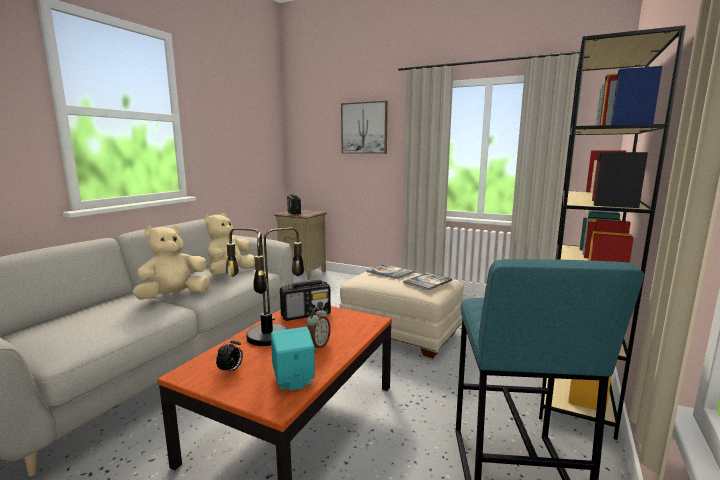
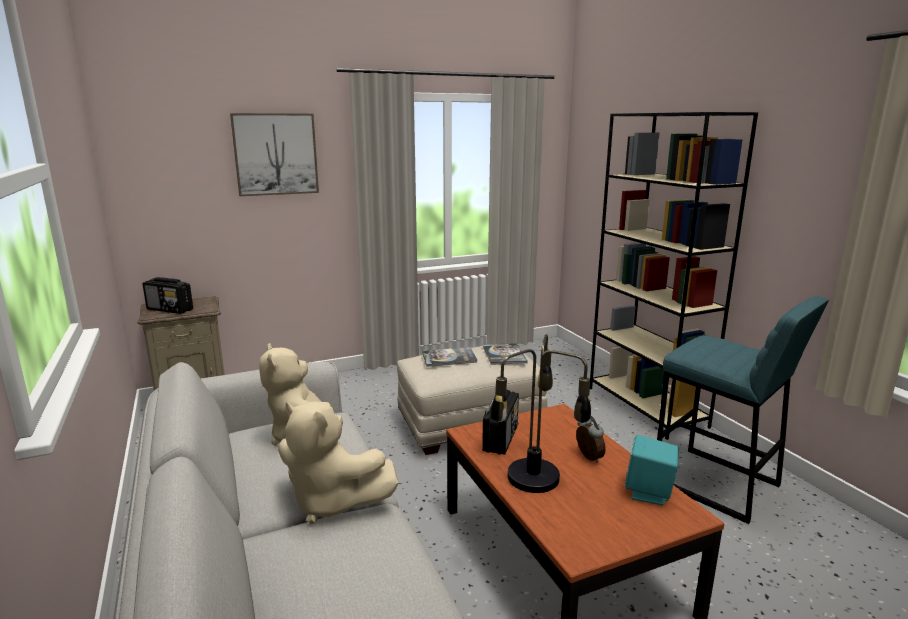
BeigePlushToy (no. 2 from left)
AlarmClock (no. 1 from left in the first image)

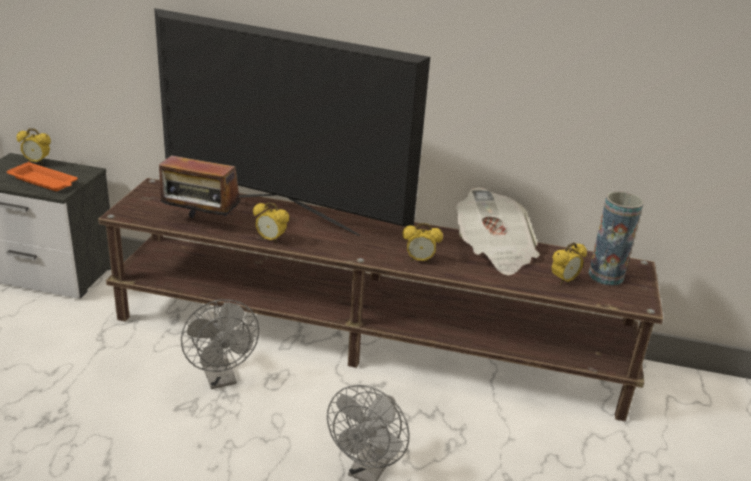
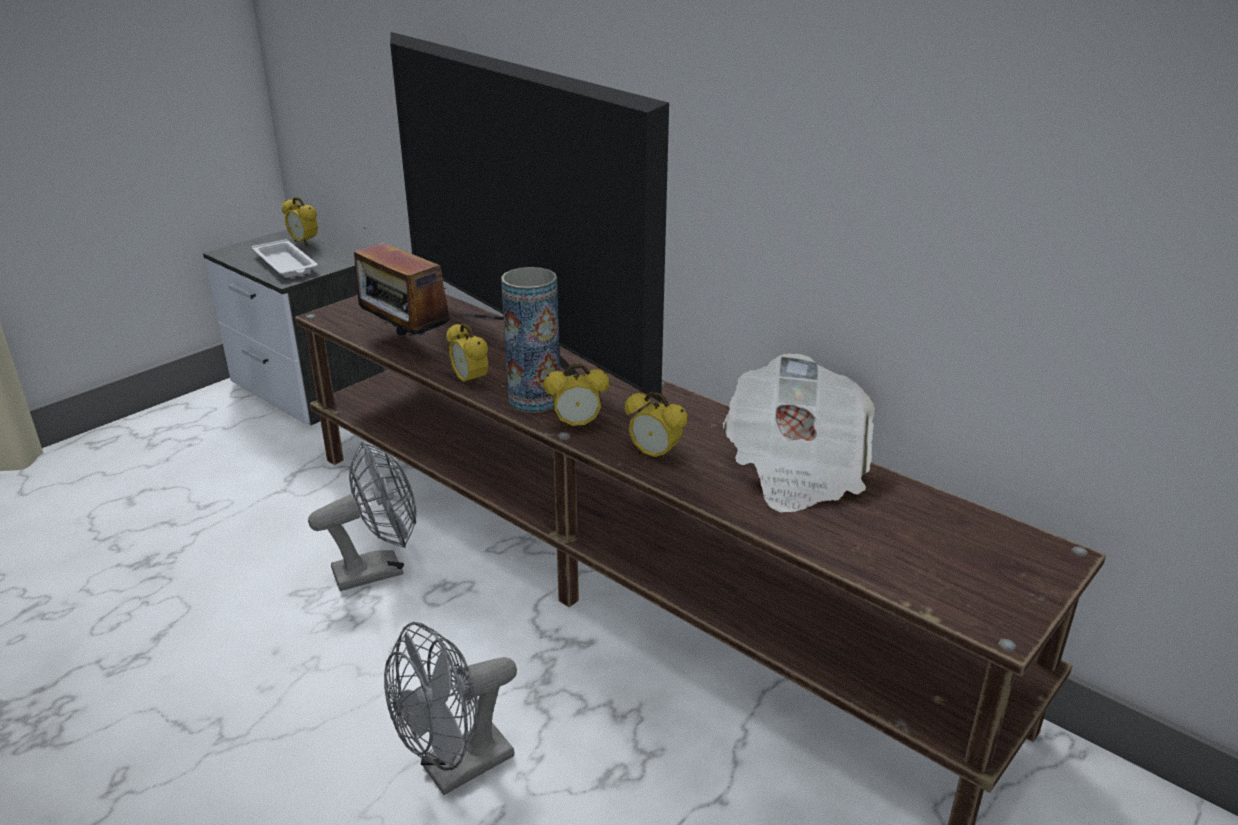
WhiteTray
GreyFan (no. 1 from left)
Vase
AlarmClock (no. 3 from left)

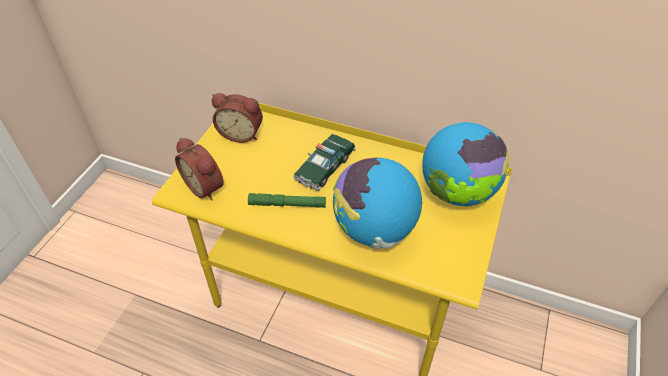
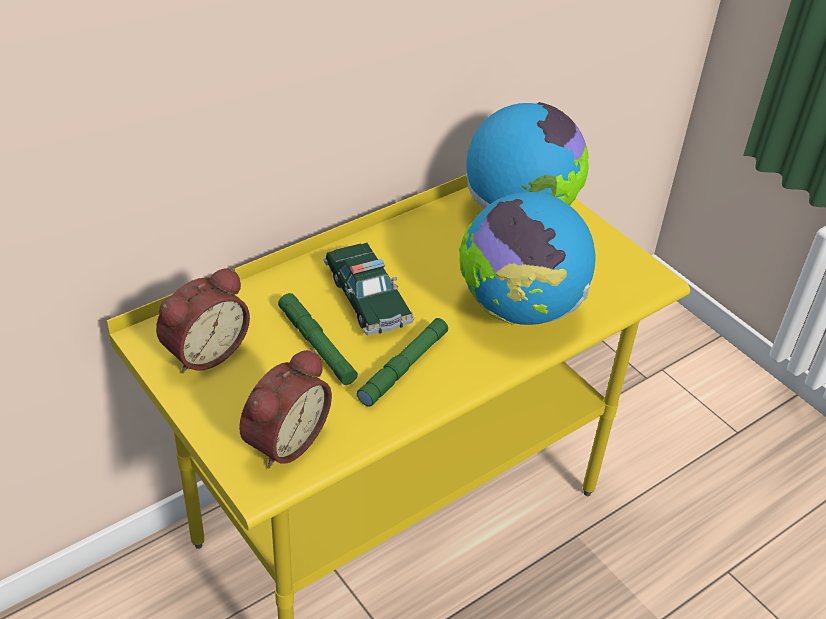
AlarmClock (no. 2 from left)
GreenFlashlight (no. 1 from left)

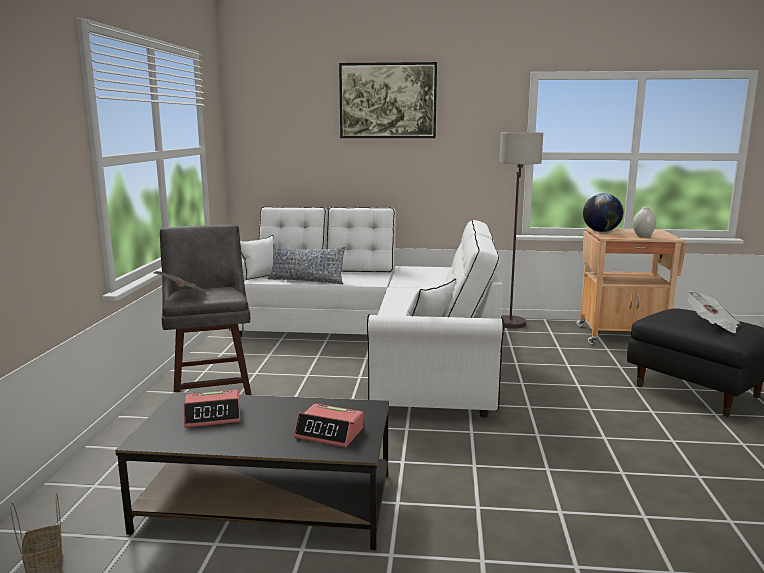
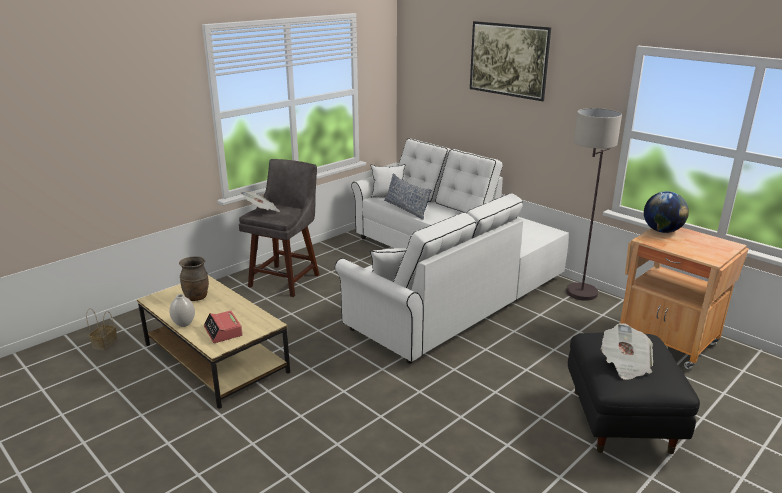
BeigeCoffeeTable
WhiteVase
BrownVase

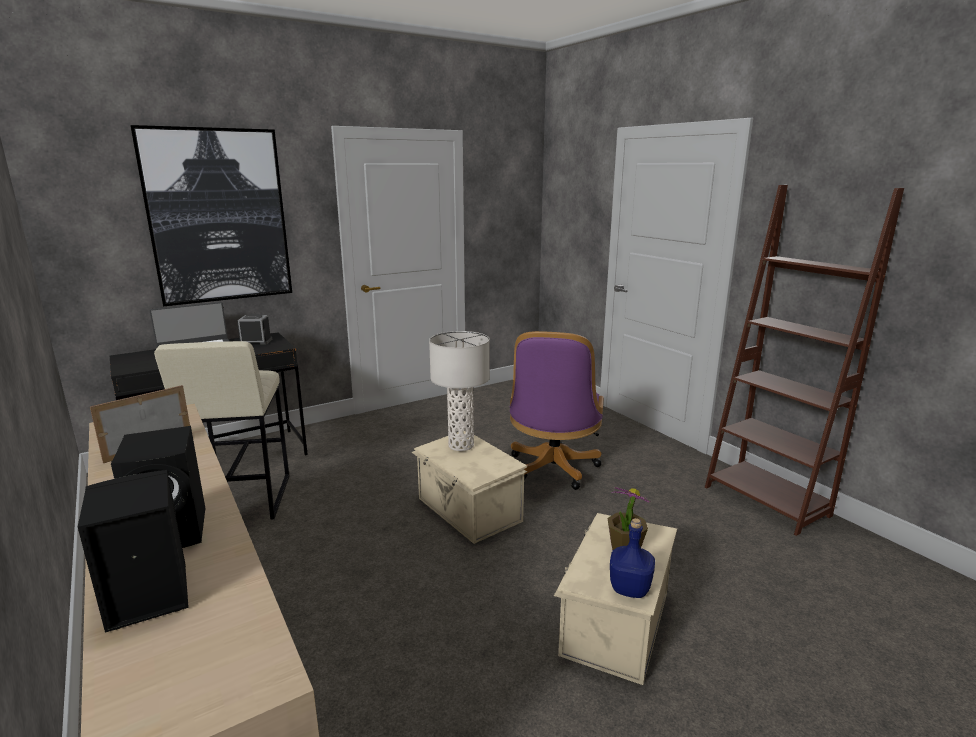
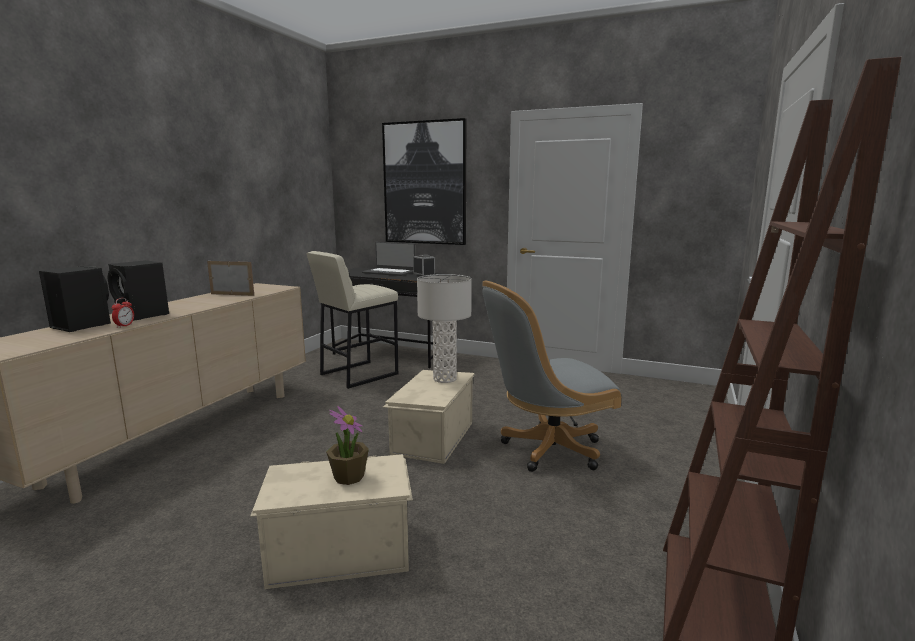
AlarmClock (no. 1 from left)
GreyOfficeChair
BlueBottle

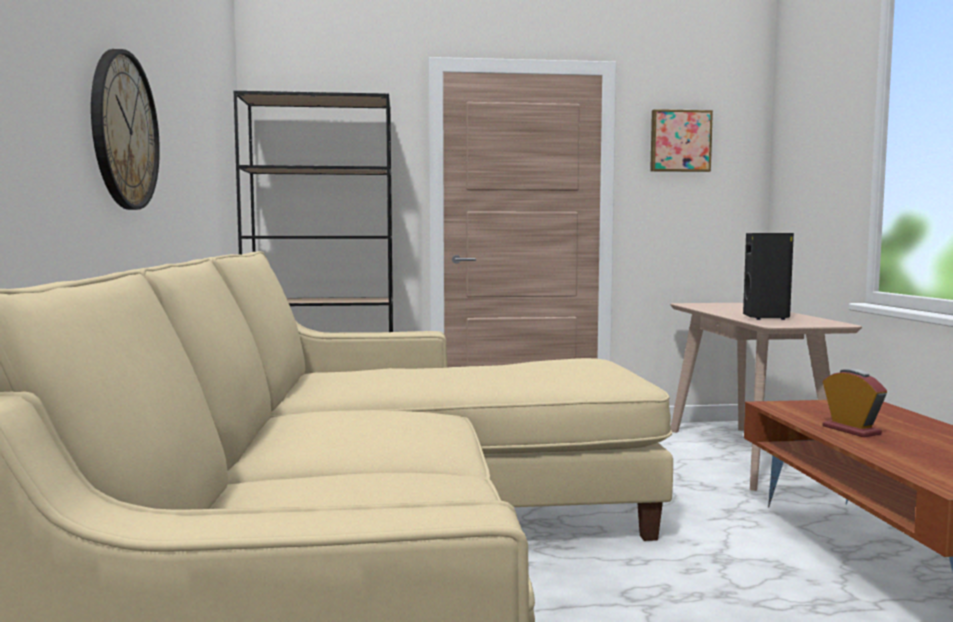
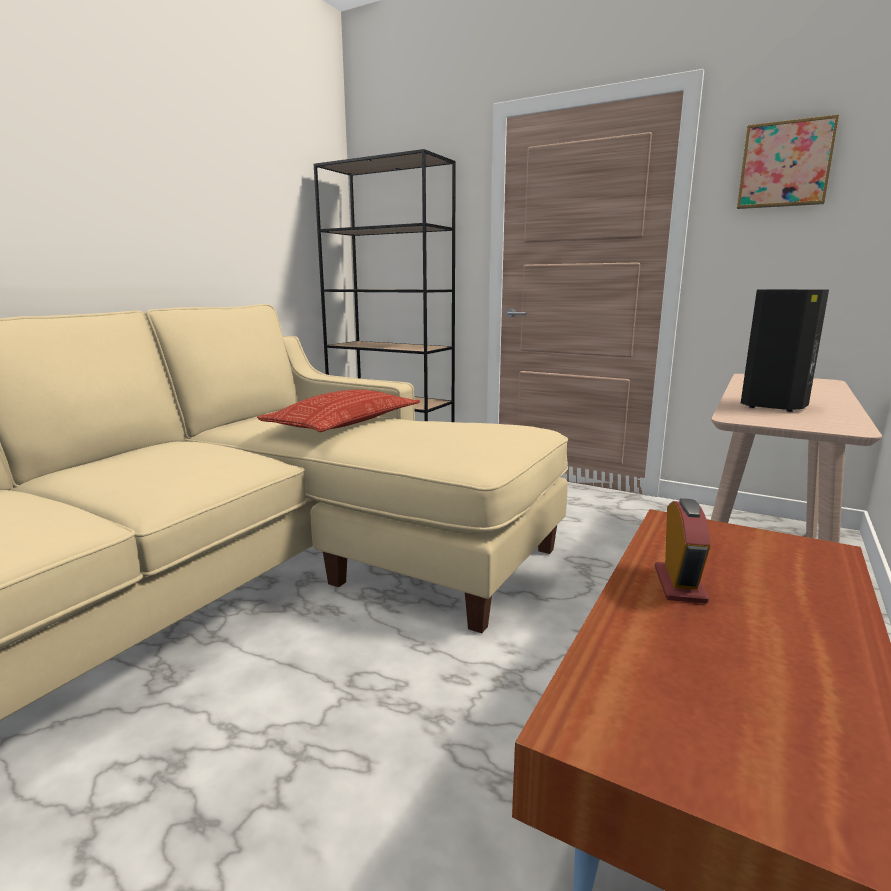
Pillow
WallClock

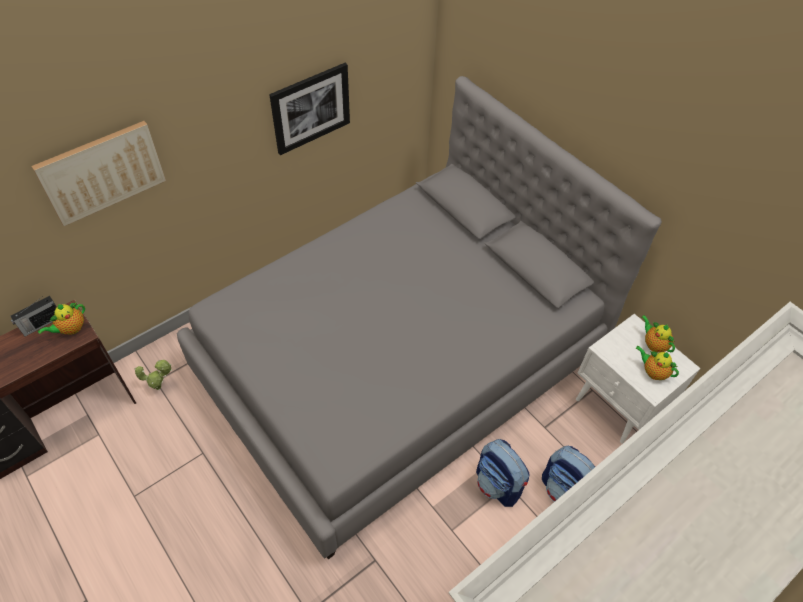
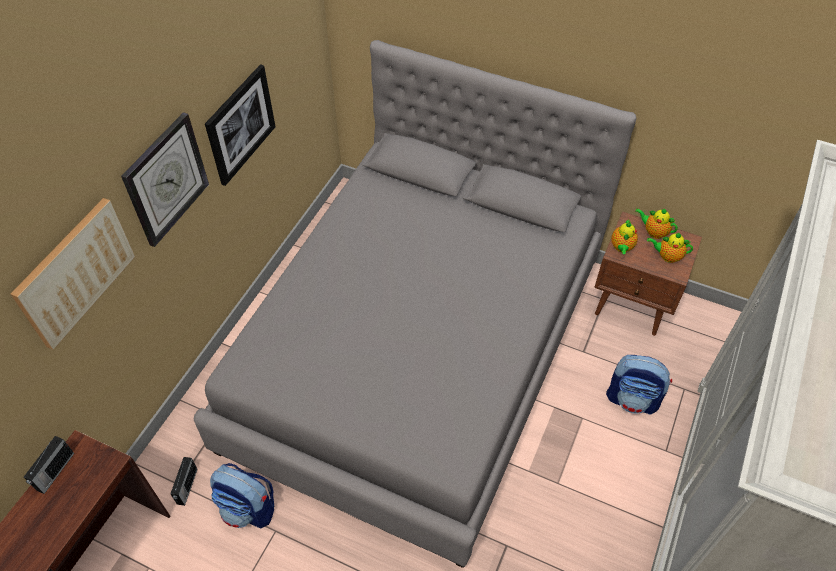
WallClock
Radio (no. 2 from left)
Backpack (no. 1 from left)
BrownNightstand
Teapot (no. 1 from left)

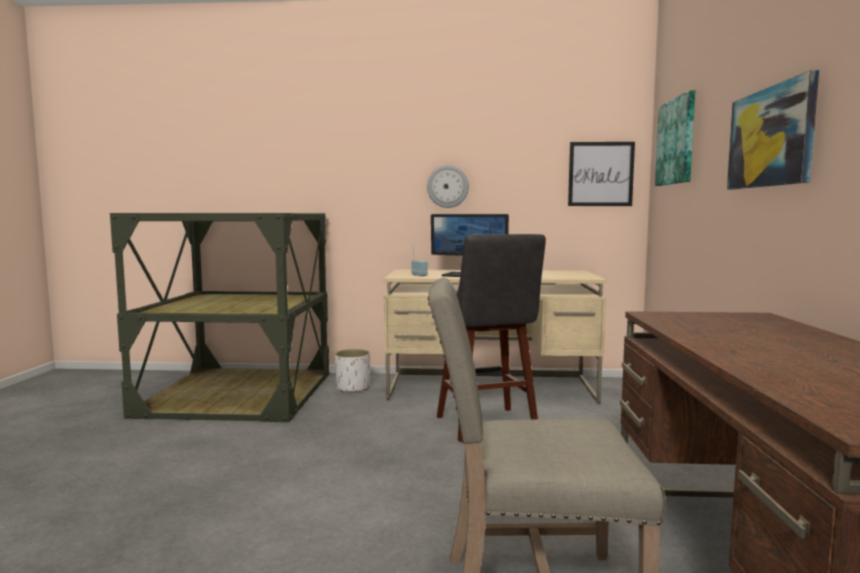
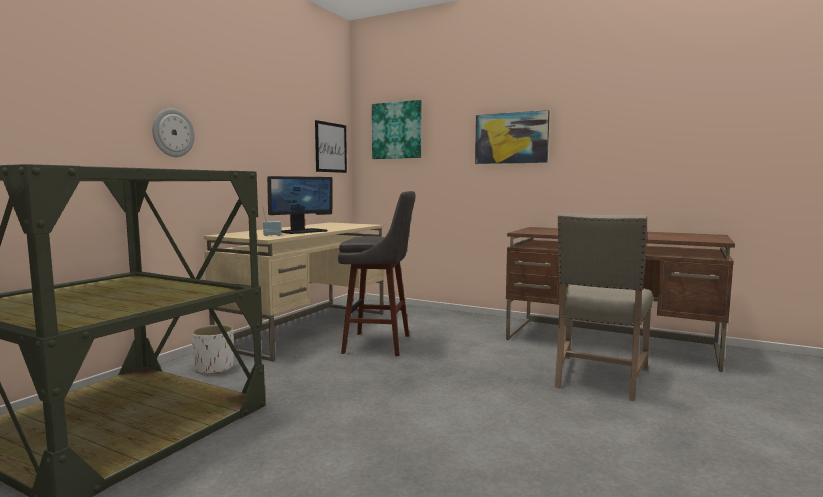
WallClock

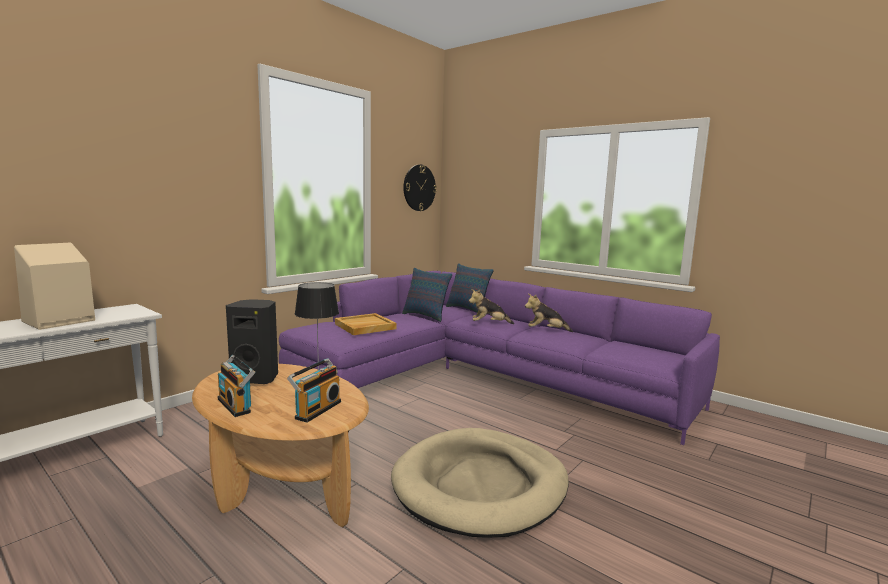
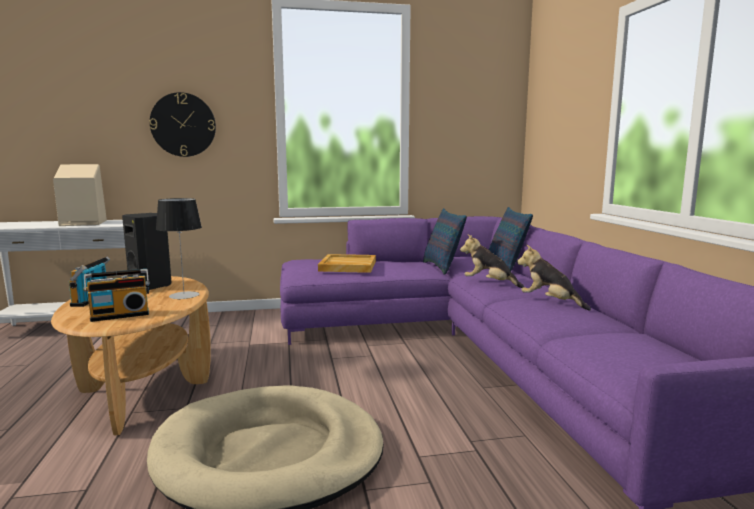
WallClock

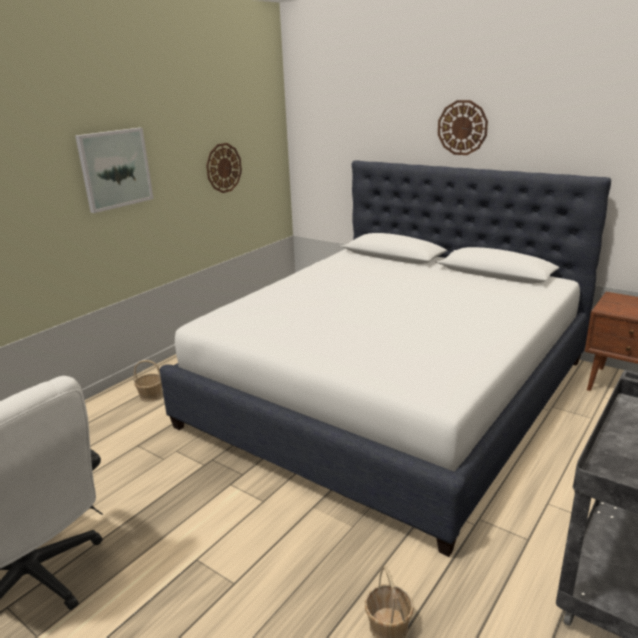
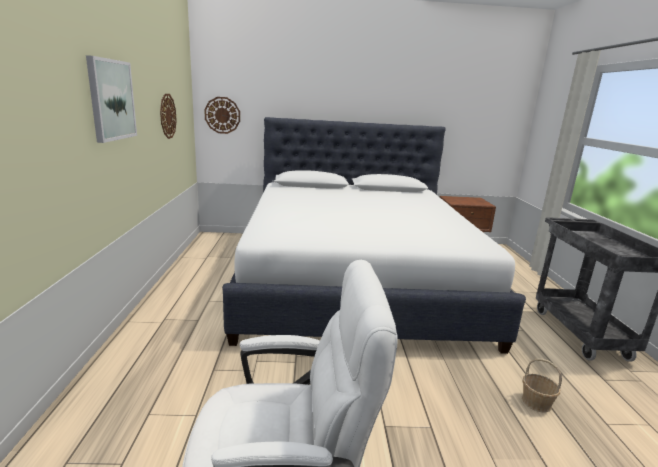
WallClock (no. 2 from left)
Basket (no. 1 from left in the first image)

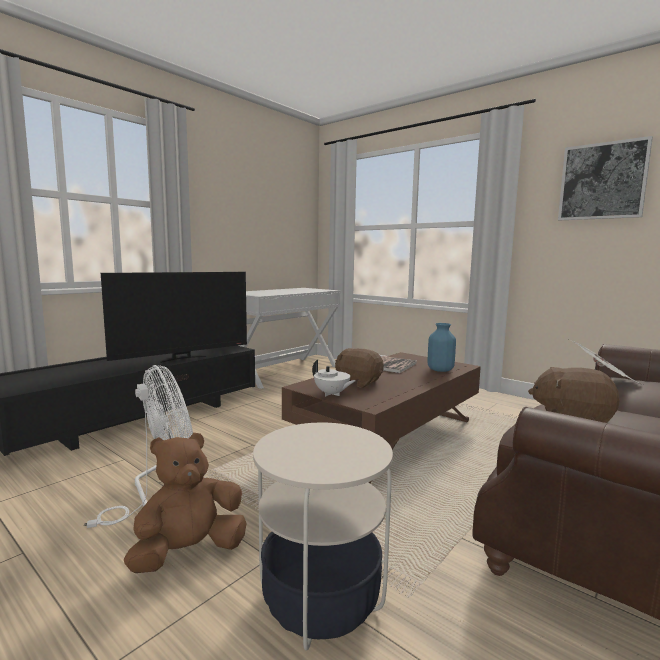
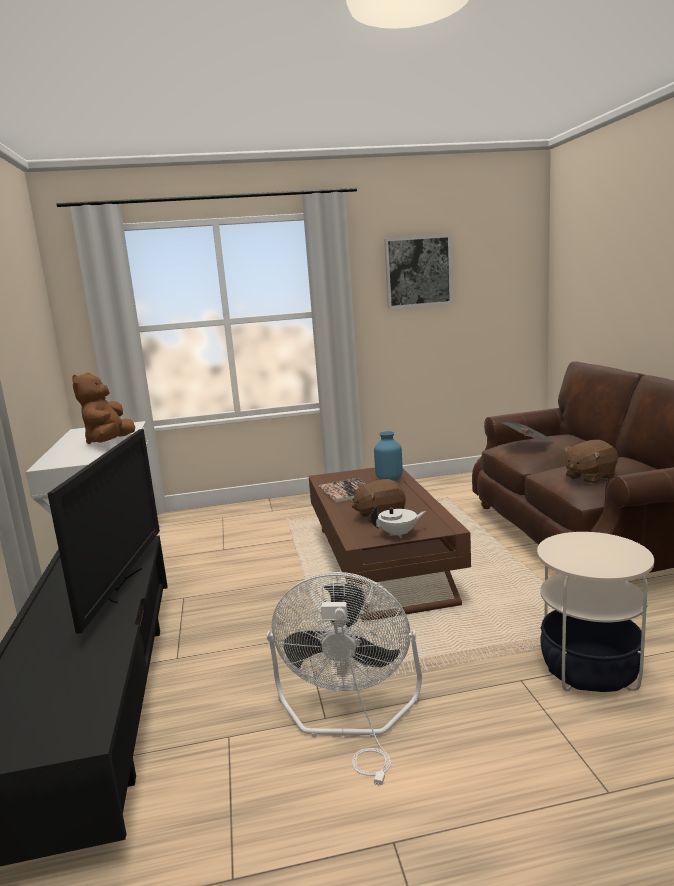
BrownPlushToy (no. 1 from left)

